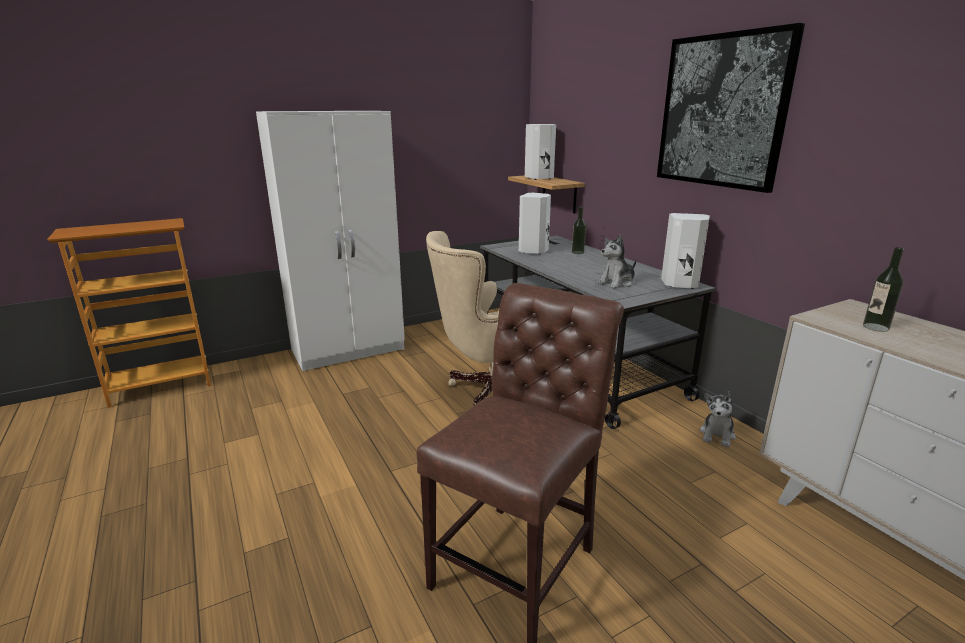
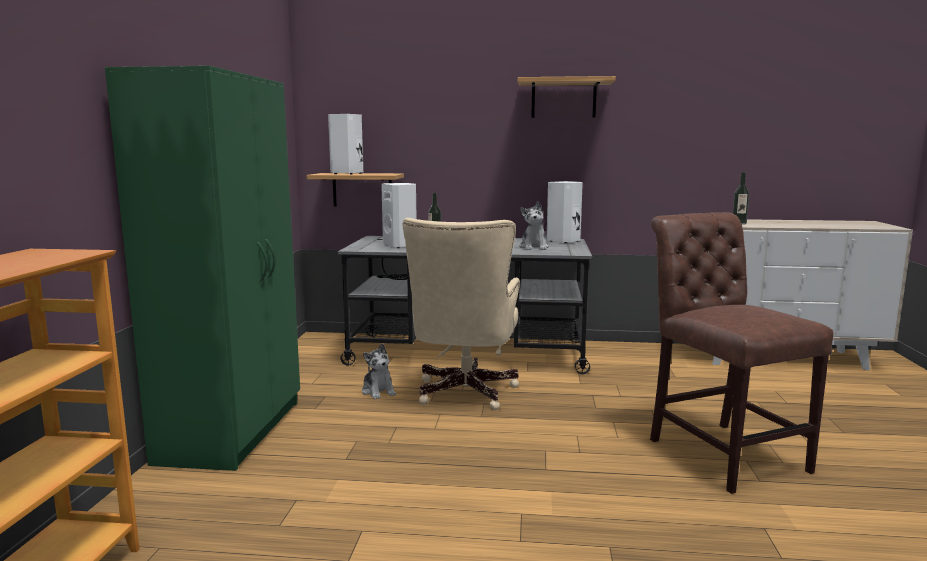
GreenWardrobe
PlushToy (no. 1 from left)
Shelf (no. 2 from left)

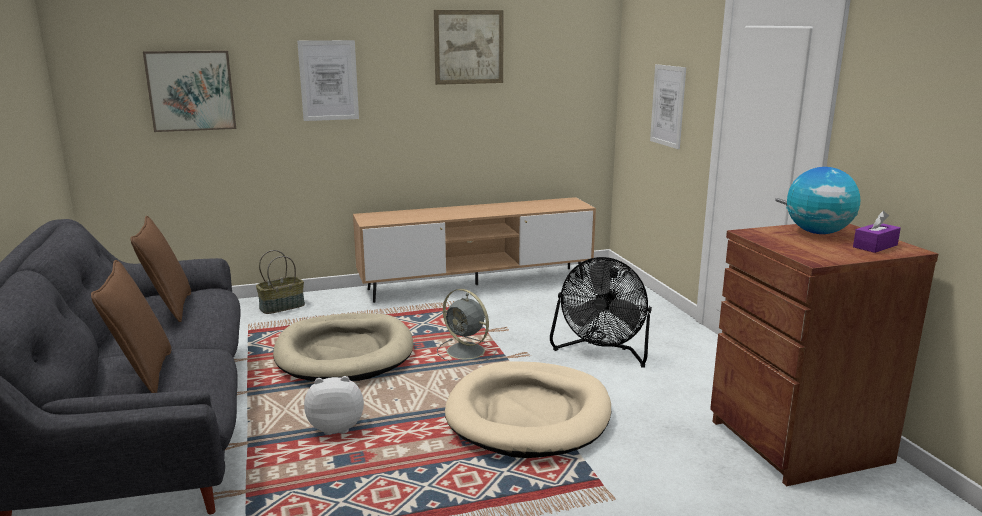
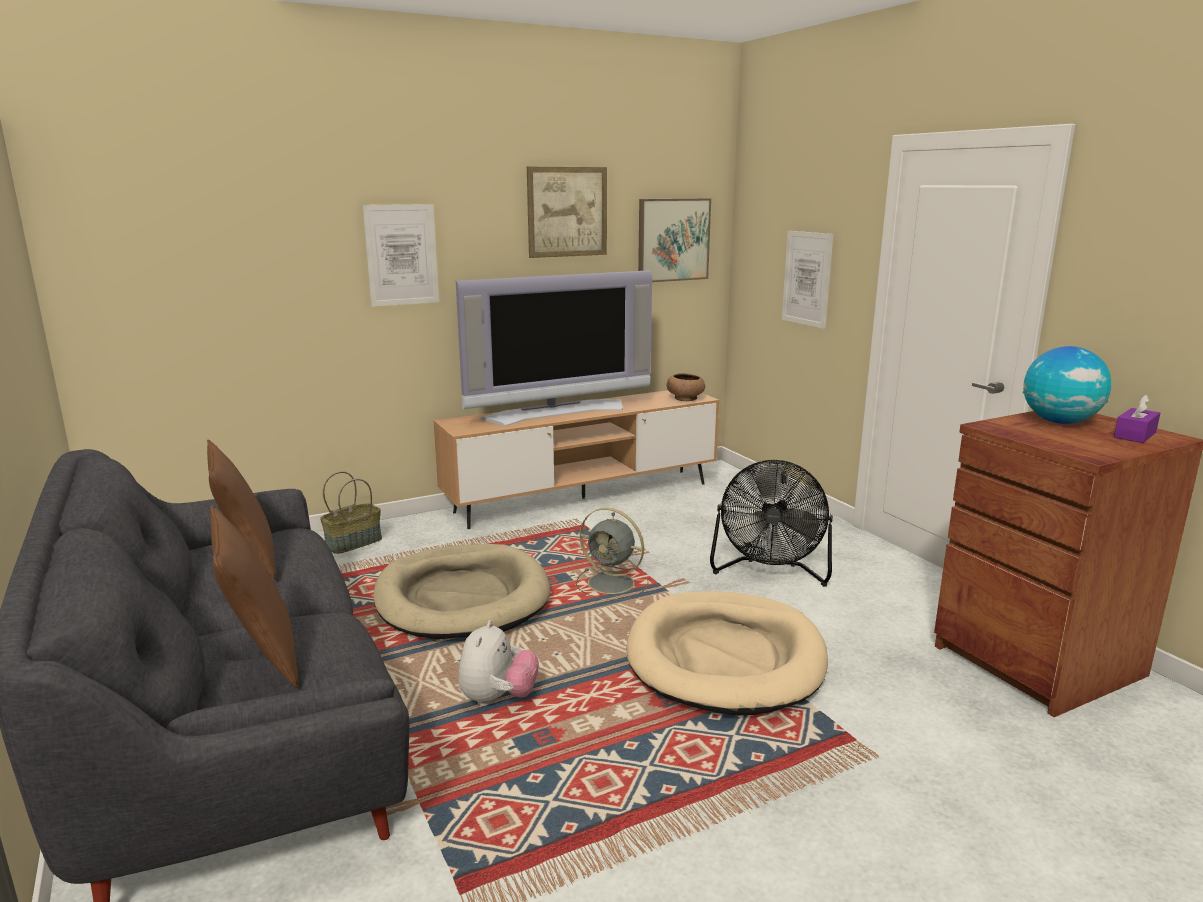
Television
PlushToy
Picture (no. 3 from left)
BrownBowl

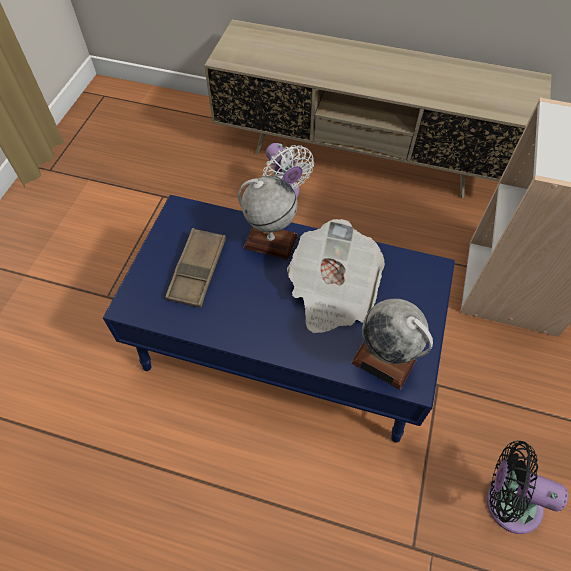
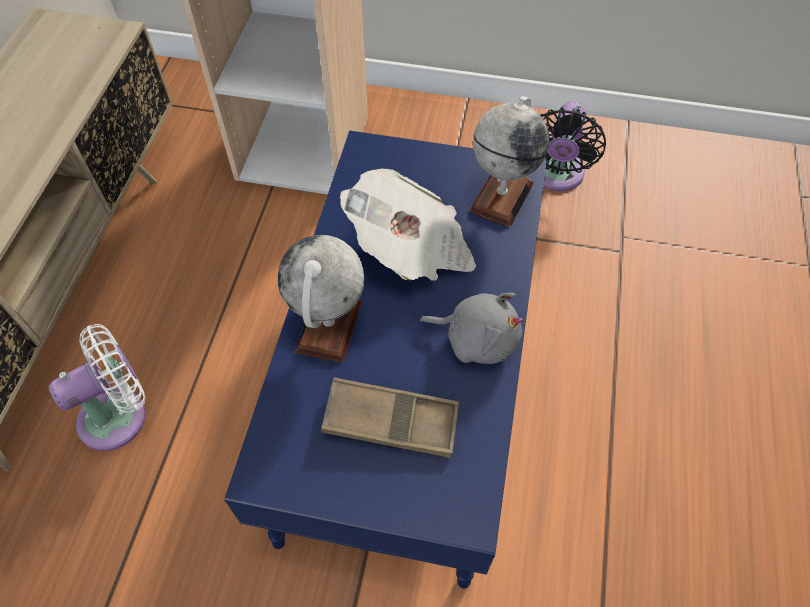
GreyPlushToy

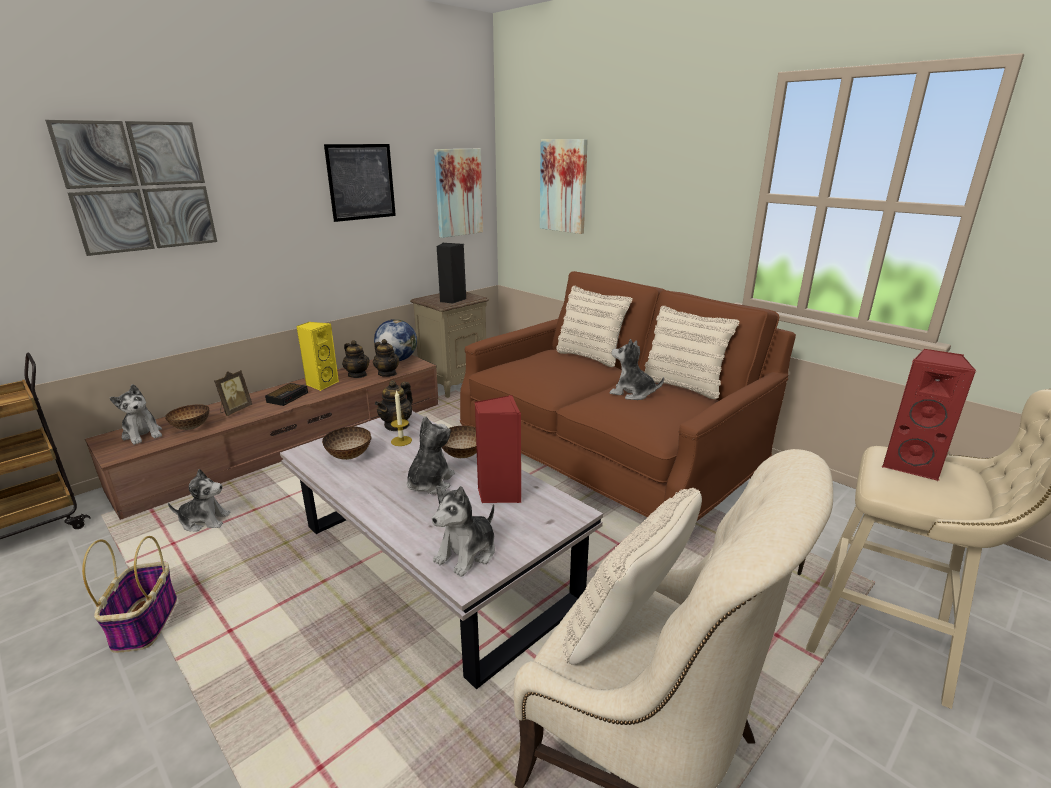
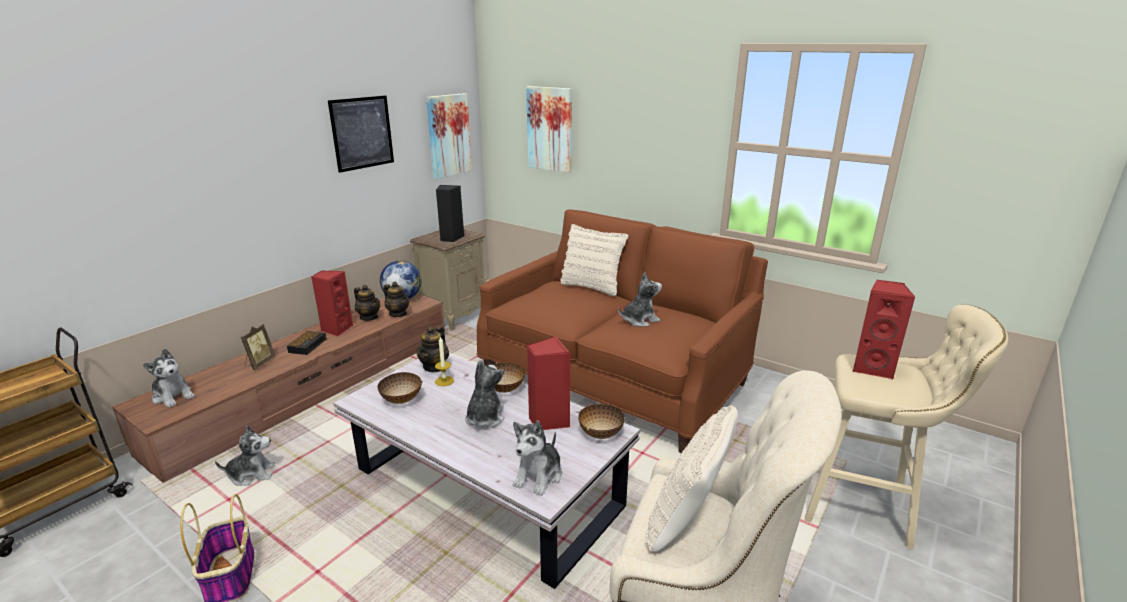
RedSpeaker (no. 1 from left)
Bowl (no. 3 from left)
PlushToy (no. 5 from left)
Picture (no. 1 from left in the first image)
BeigePillow (no. 3 from left in the first image)

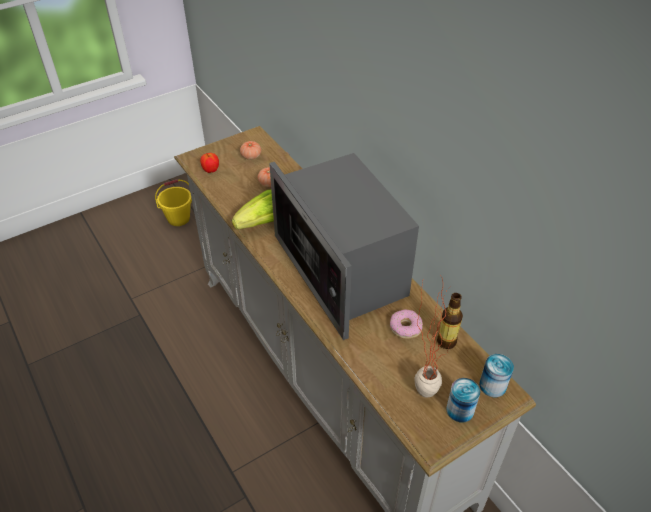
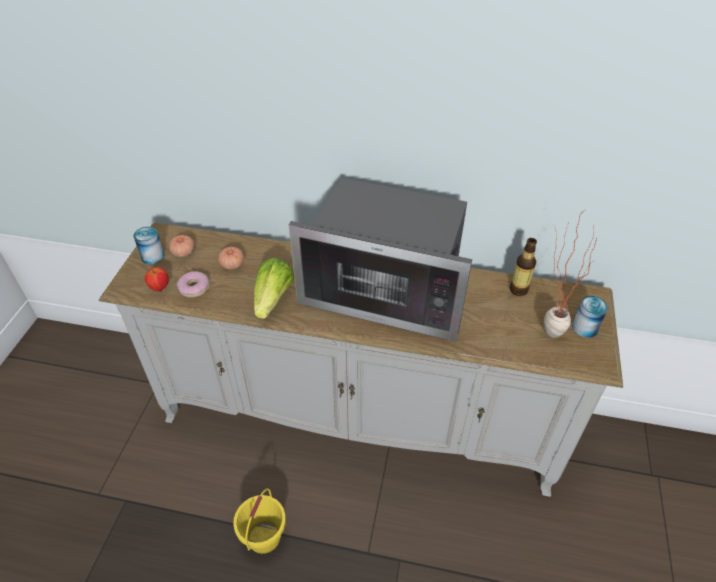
Can (no. 1 from left)
Donut
YellowBucket

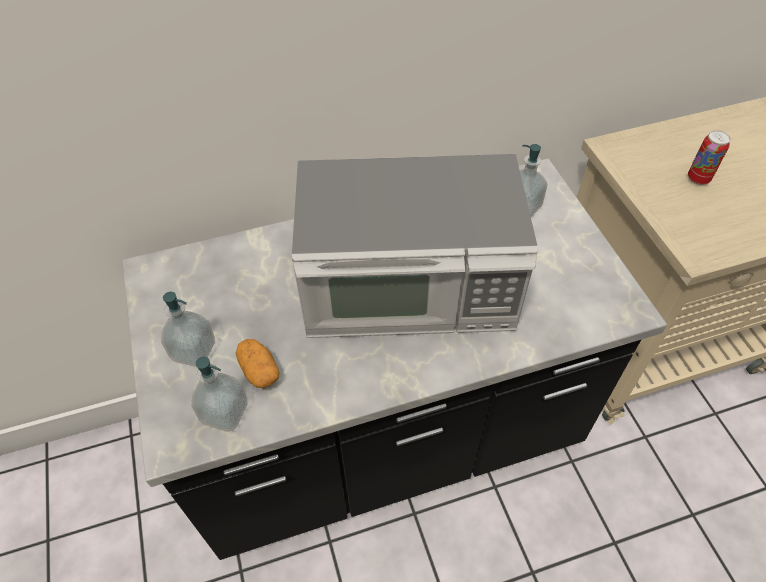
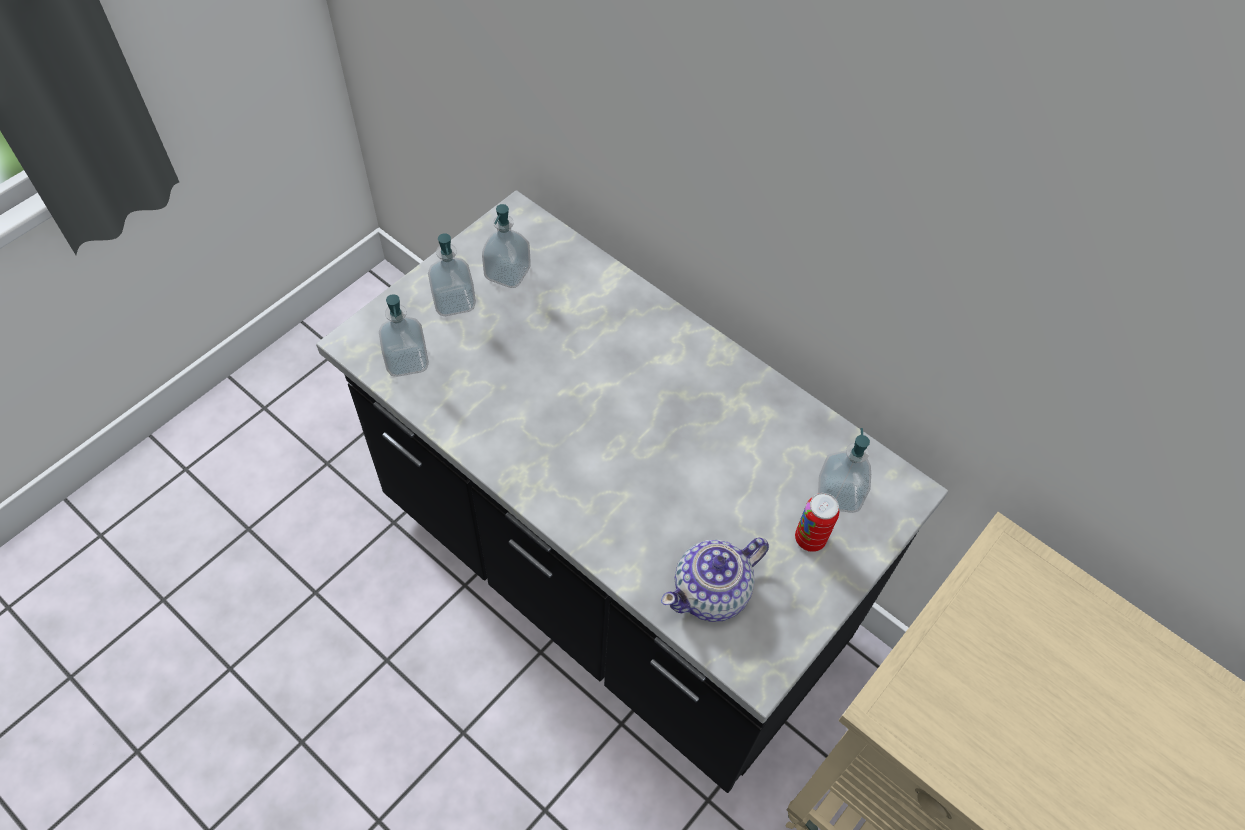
SoapDispenser (no. 3 from left)
Teapot
Can
Potato
Microwave

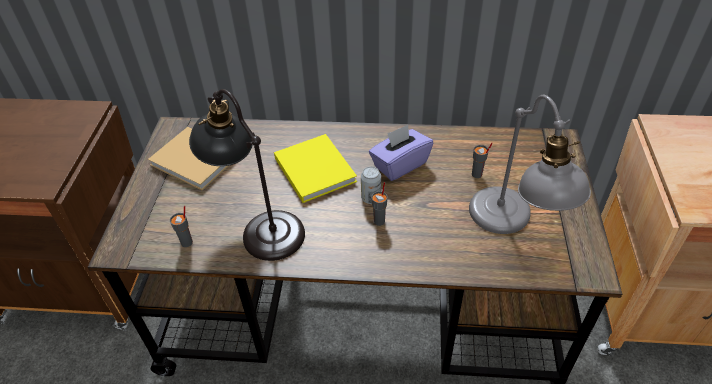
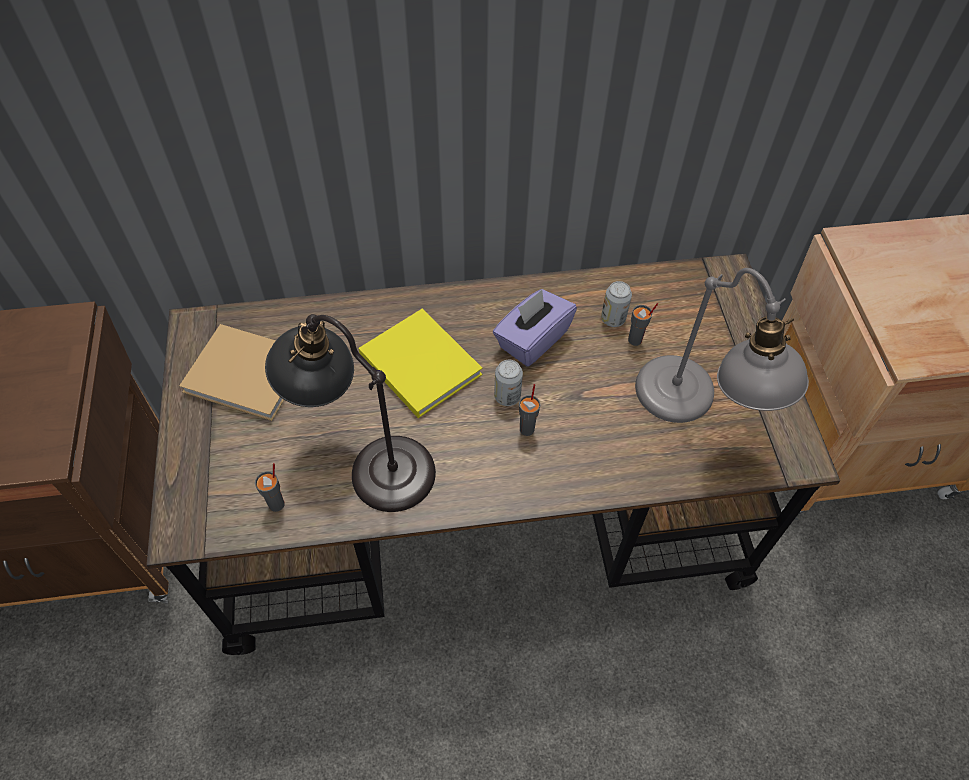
Can (no. 2 from left)

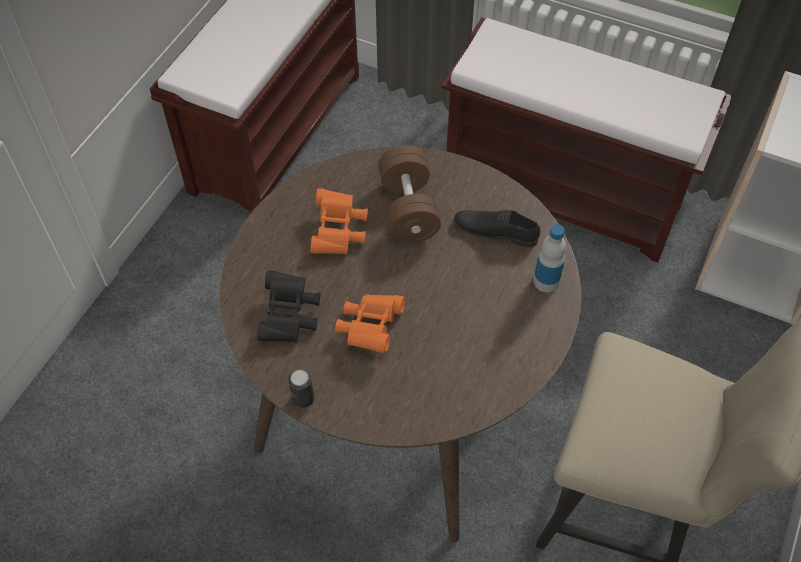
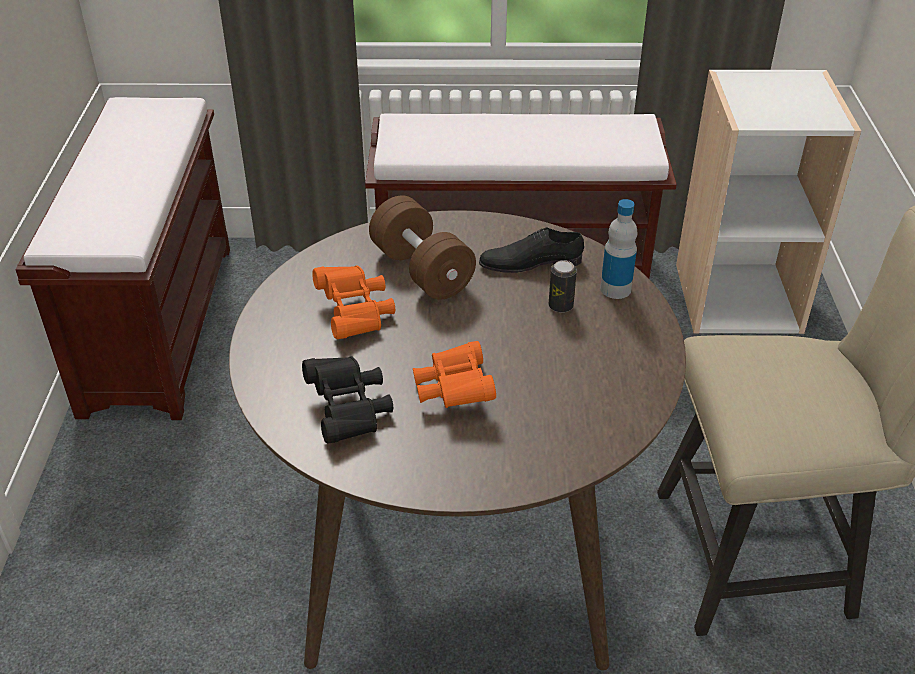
Can

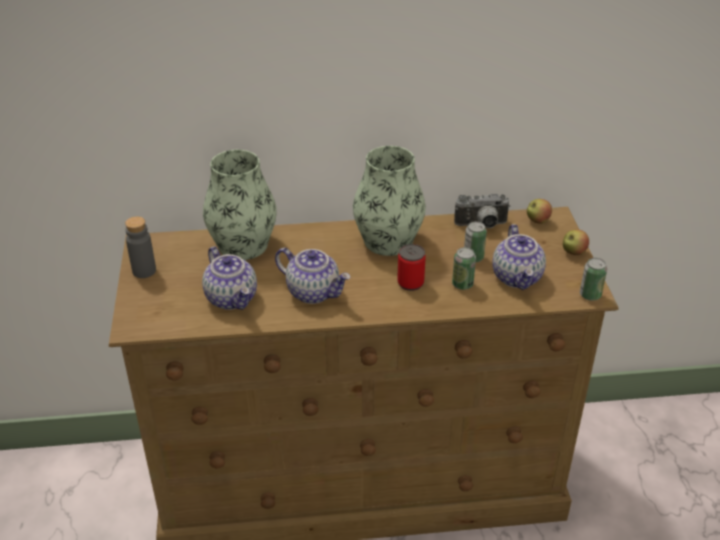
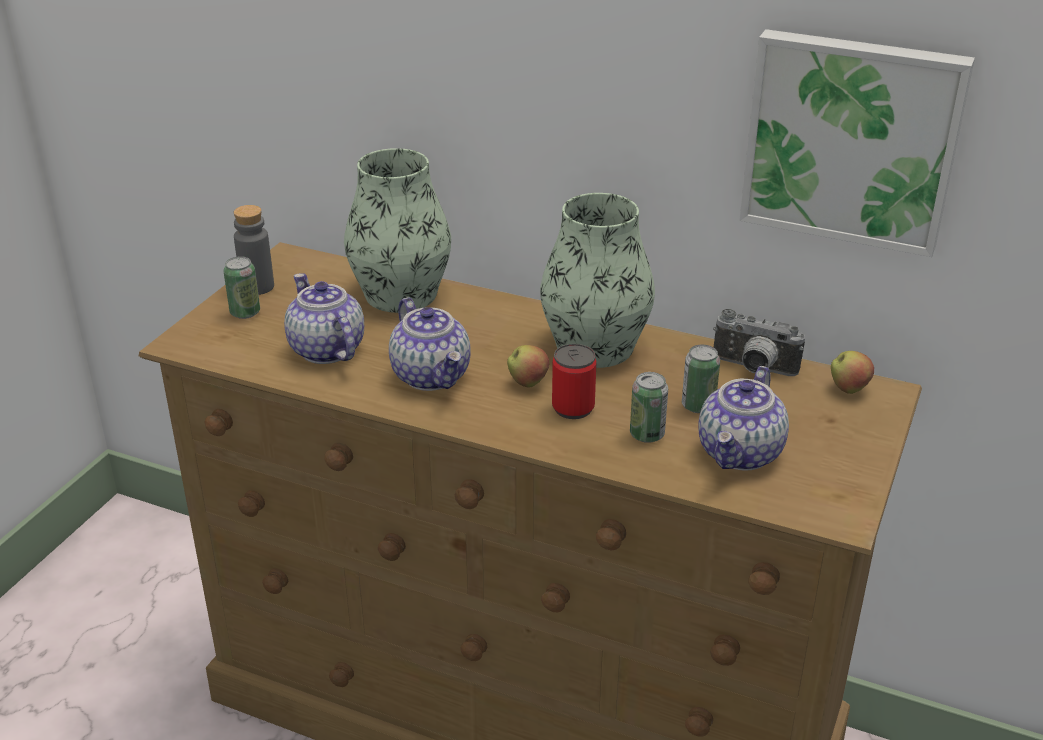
Can (no. 1 from left)
Teapot (no. 1 from left)
Apple (no. 1 from left)
Picture

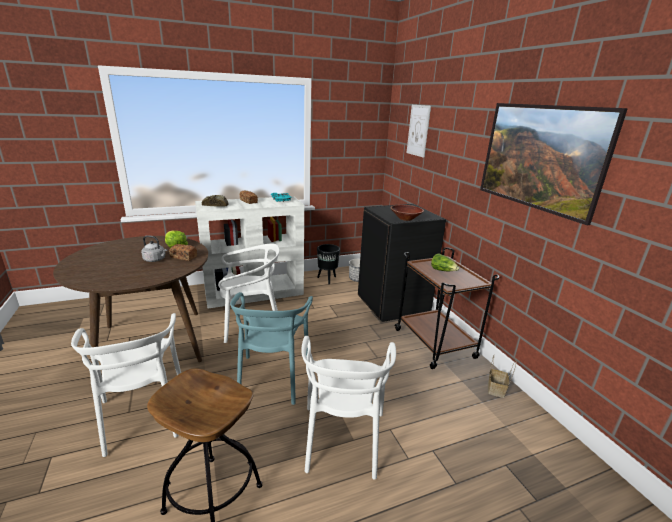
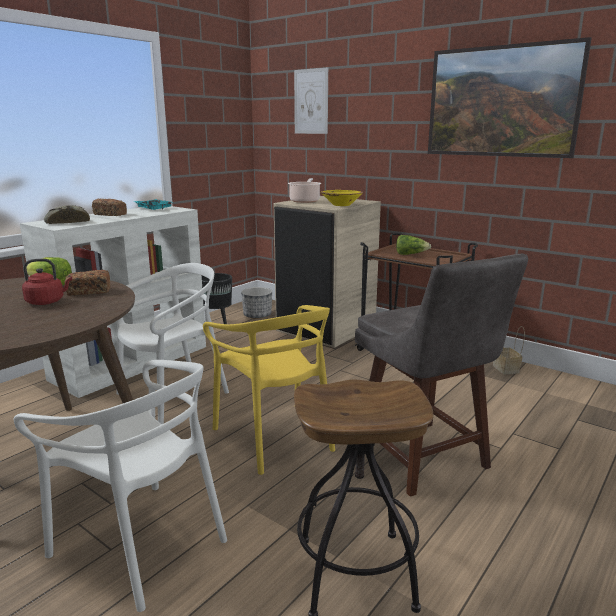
RedKettle
YellowChair
BeigeCabinet
CookingPot
YellowBowl
GreyStool

